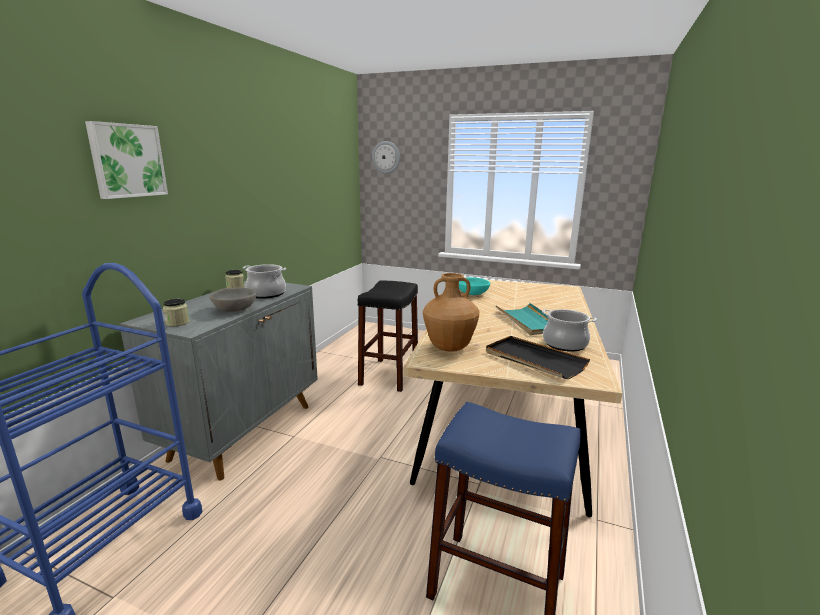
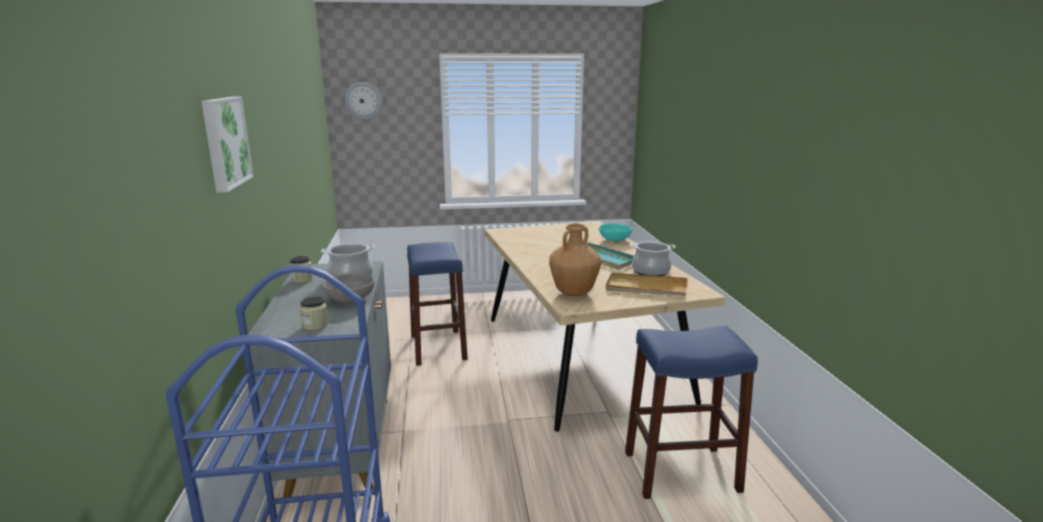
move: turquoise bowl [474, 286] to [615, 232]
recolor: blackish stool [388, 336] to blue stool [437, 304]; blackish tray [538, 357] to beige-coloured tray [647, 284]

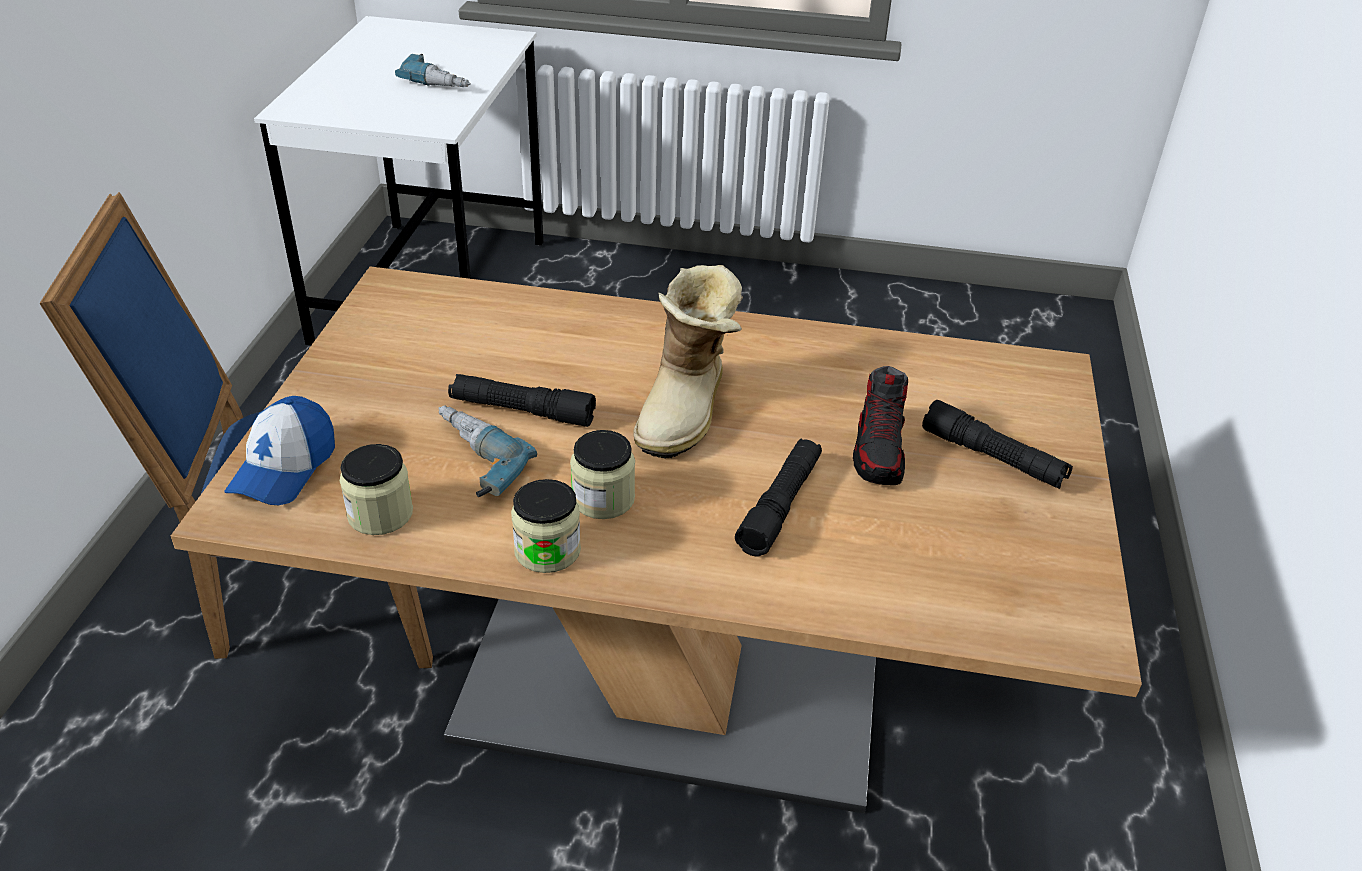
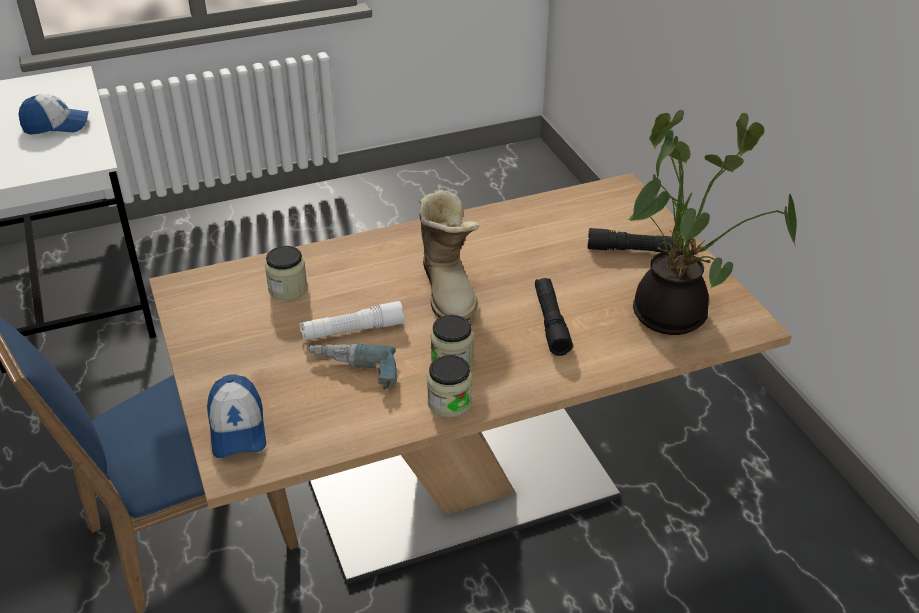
delete: low shoe [880, 425]
insert: potted plant [712, 222]
move: storage jar [376, 489] to [286, 273]
replace: drill [433, 70] to baseball cap [53, 114]
recolor: blackish hand torch [522, 400] to white hand torch [351, 320]

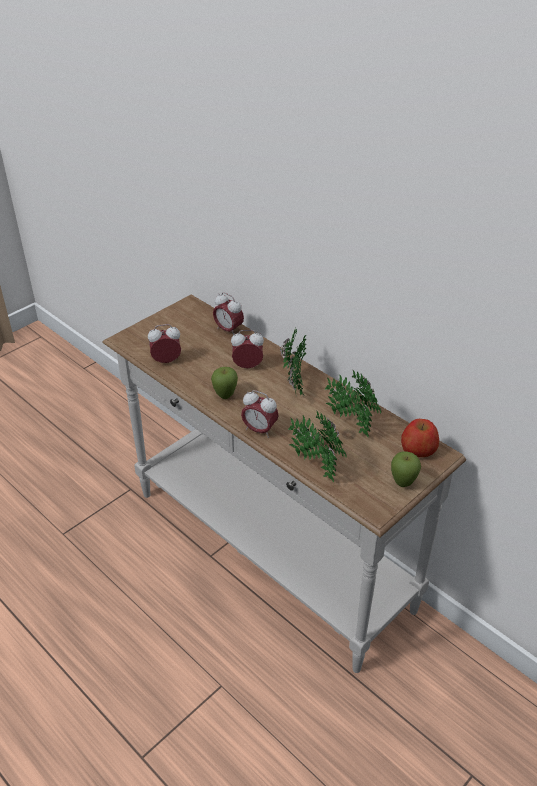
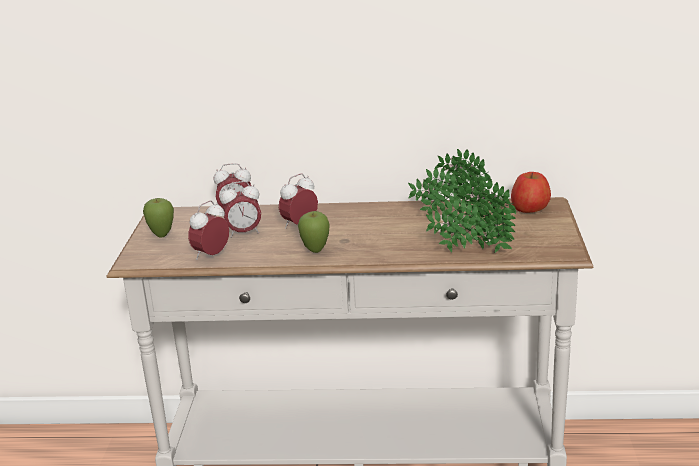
delete: potted plant [293, 361]
move: table clock [260, 414] to [240, 209]; apple [406, 469] to [158, 218]

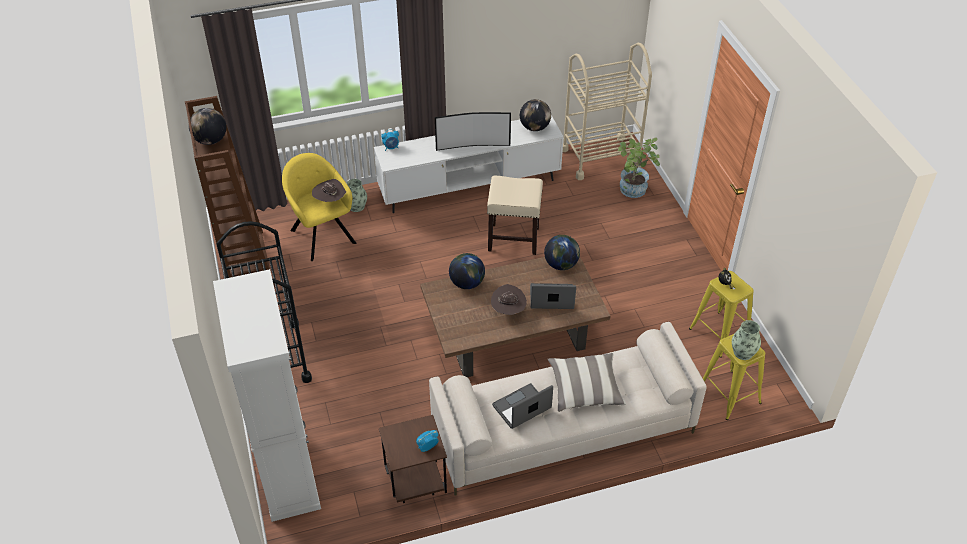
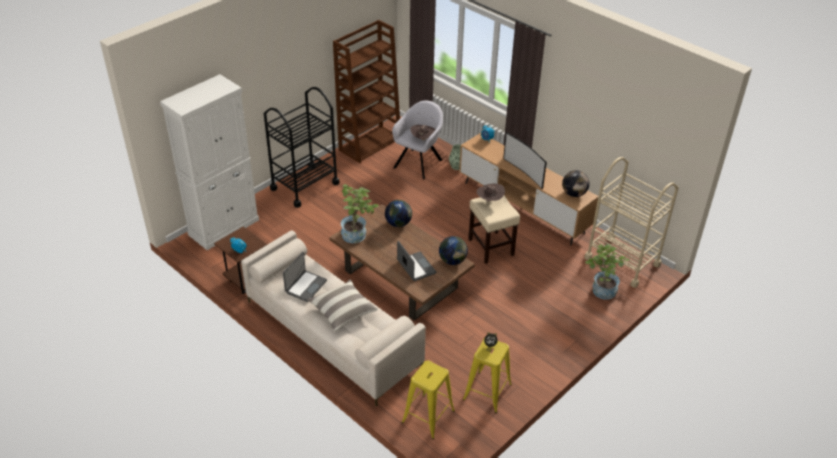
delete: desk globe [207, 126]; decorative vase [746, 340]
insert: potted plant [360, 213]
move: brown-coloured hat [509, 299] to [491, 193]
recolor: yellow-coloured lounge chair [319, 207] to gray lounge chair [417, 140]; white tv unit [469, 164] to brown-coloured tv unit [528, 189]
rotate: notebook computer [522, 406] = [305, 277] 90 degrees clockwise

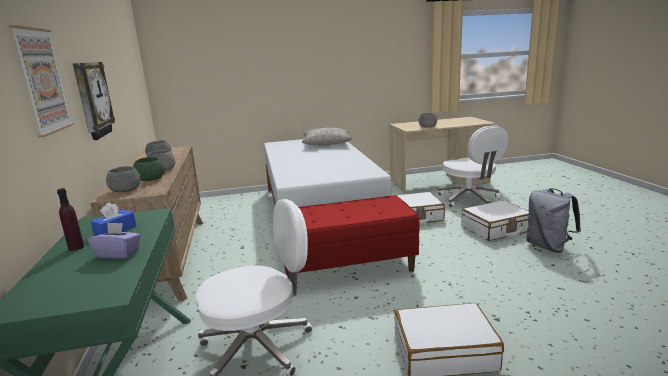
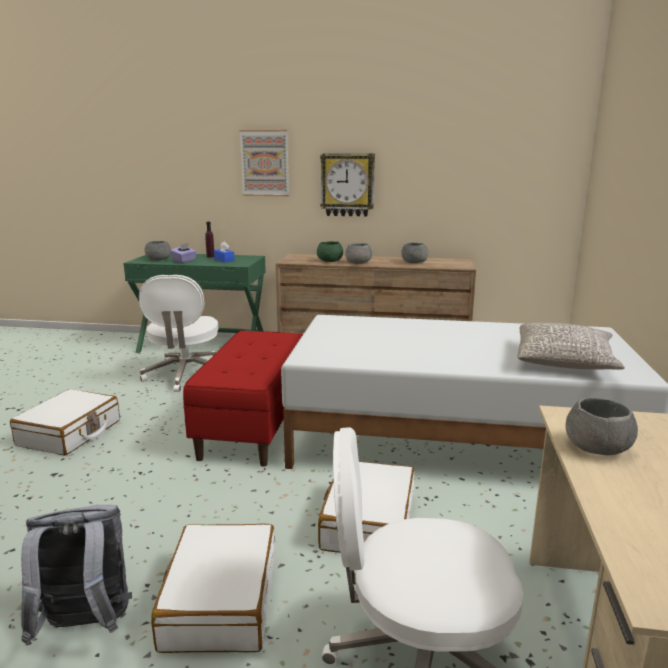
move: gray bowl [123, 179] to [158, 250]

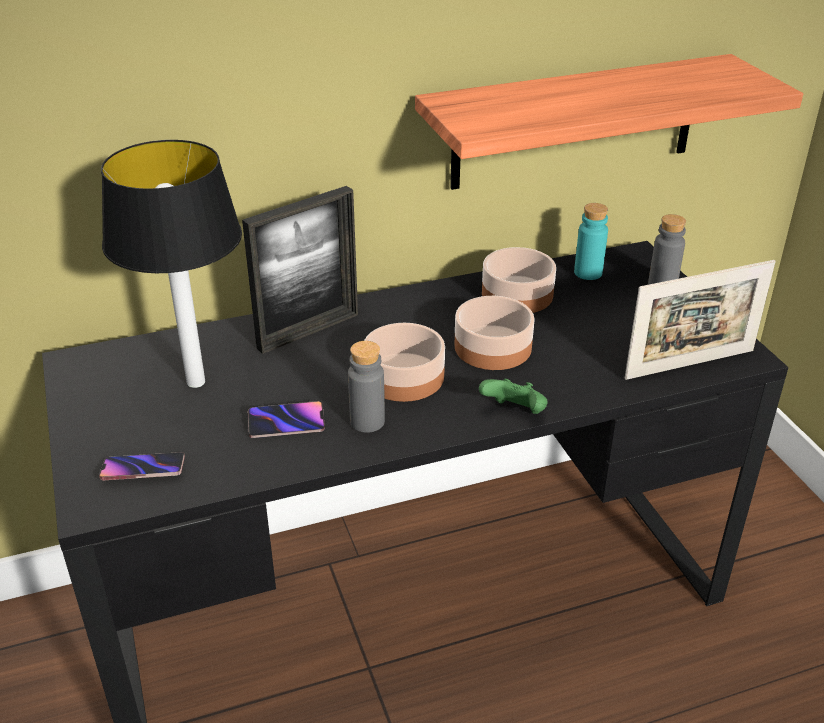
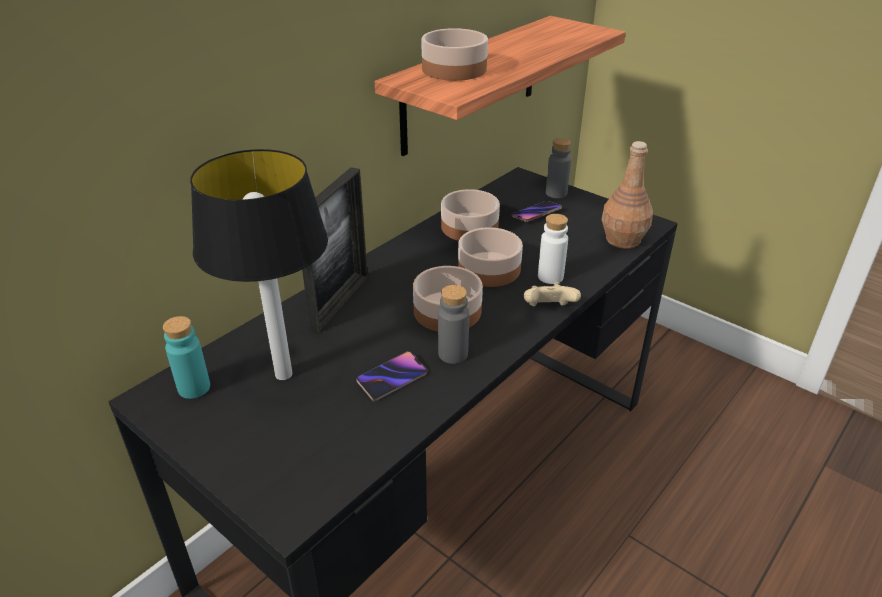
insert: bowl [454, 54]; white beverage bottle [553, 249]
move: phone [142, 466] to [537, 211]; turquoise beverage bottle [591, 241] to [186, 357]
replace: picture frame [700, 320] to brown-coloured beverage bottle [627, 195]
recolor: green-coloured game controller [513, 396] to beige-coloured game controller [552, 294]

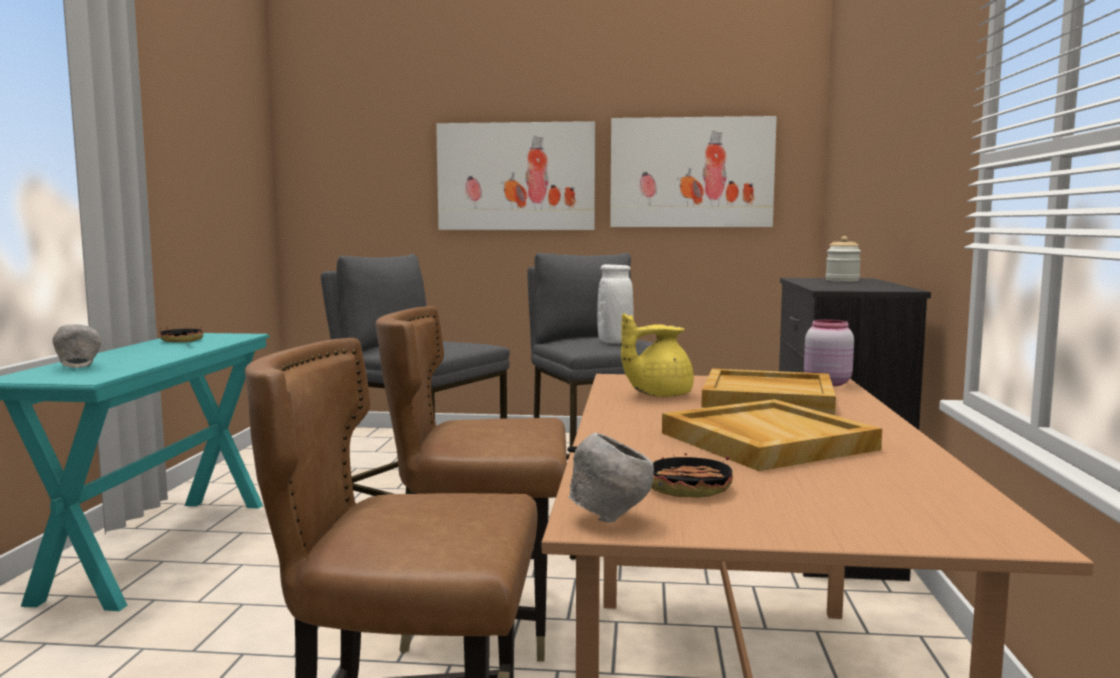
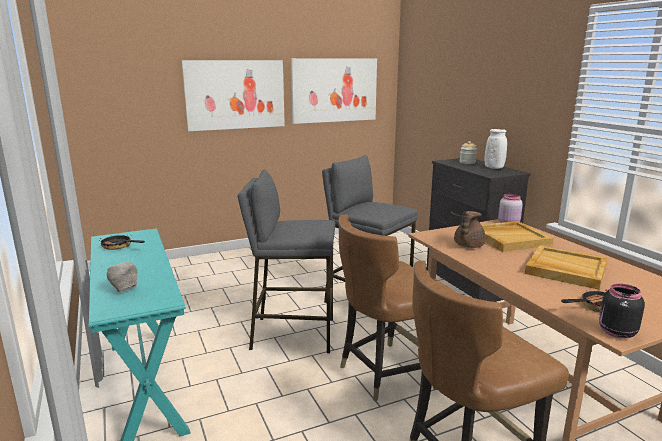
move: white decorative vase [615, 304] to [496, 149]
replace: gray bowl [611, 477] to blackish storage jar [622, 311]
recolor: yellow-coloured tea pot [657, 355] to brown-coloured tea pot [469, 229]

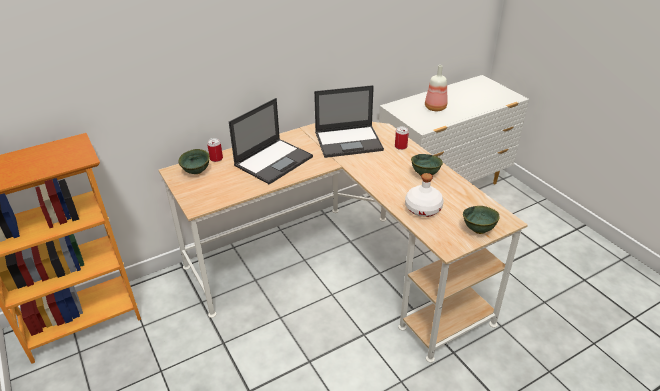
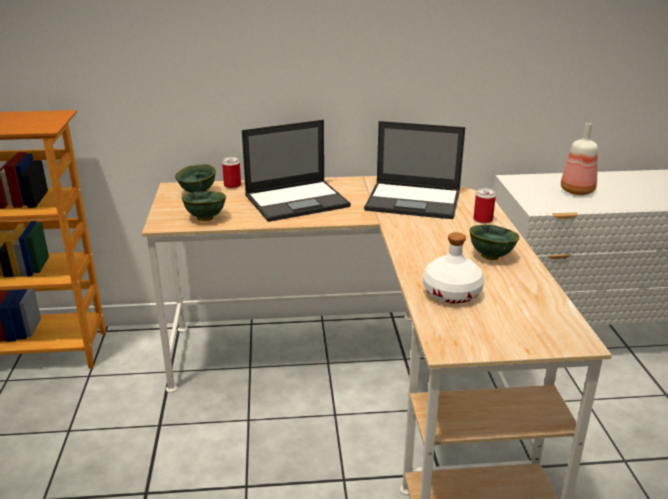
move: green-coloured bowl [481, 220] to [204, 206]

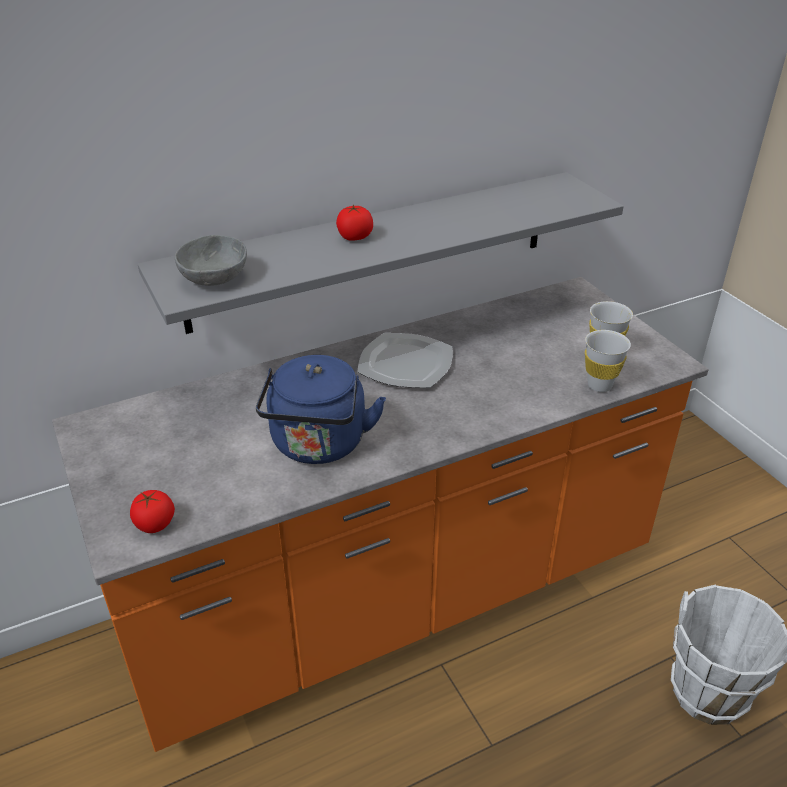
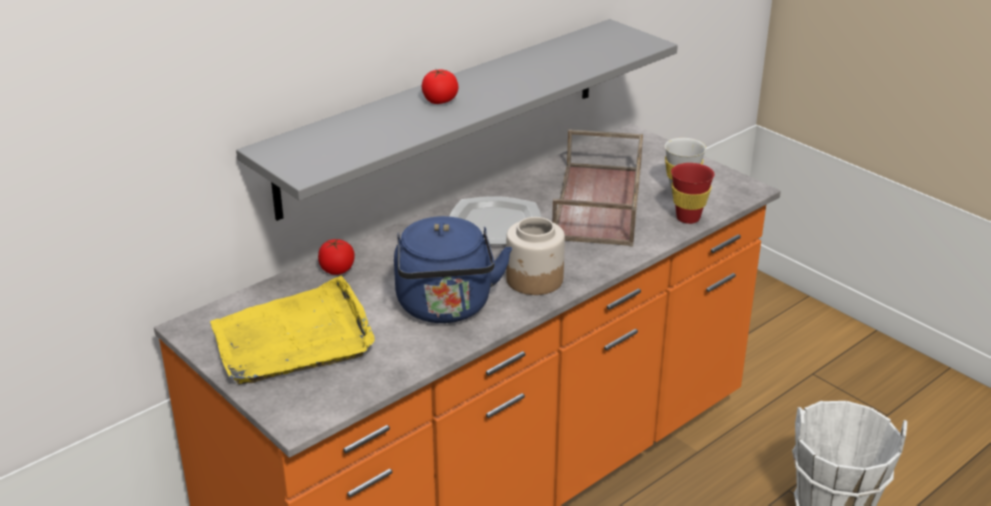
delete: gray bowl [211, 260]
insert: yellow-coloured tray [292, 330]; storage jar [535, 256]; brown-coloured tray [597, 188]
move: fresh tomato [152, 511] to [336, 257]
recolor: white cup [608, 361] to red cup [693, 193]

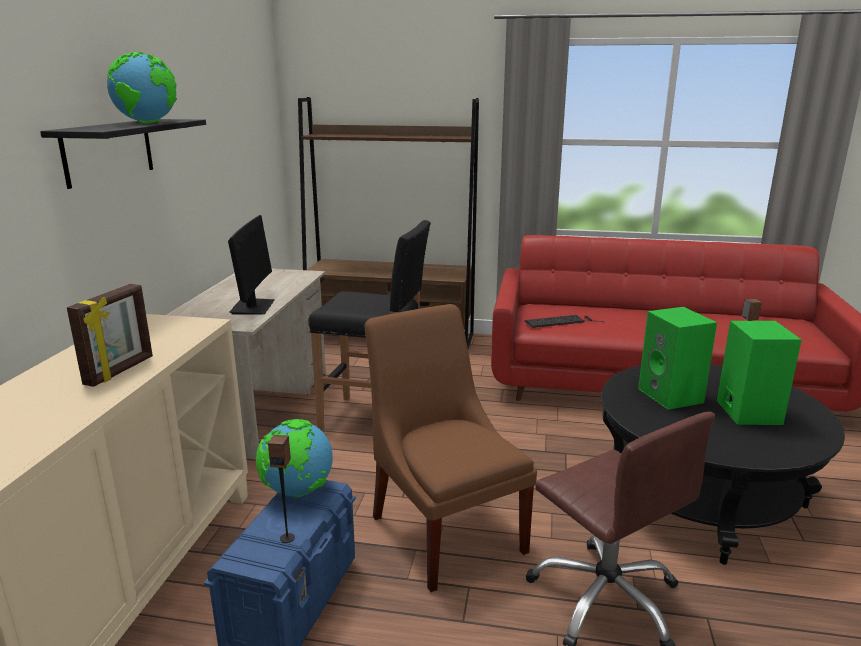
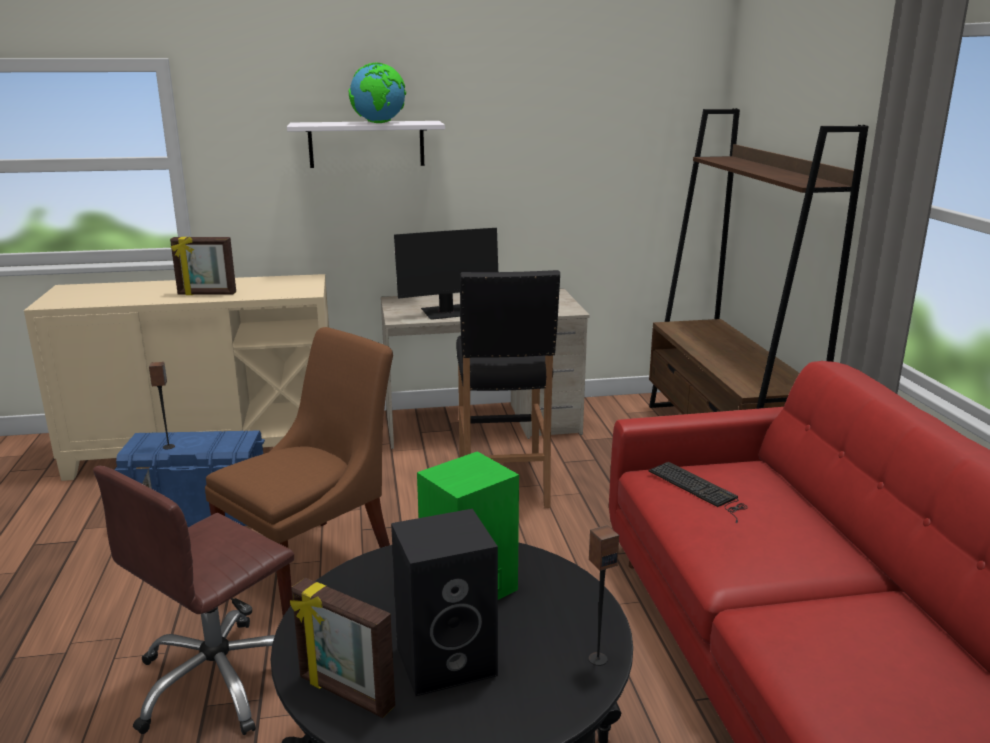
delete: desk globe [294, 458]
insert: picture frame [342, 648]
recolor: blackish wall shelf [123, 154] to white wall shelf [366, 144]; green-coloured speaker [759, 373] to blackish speaker [444, 602]

